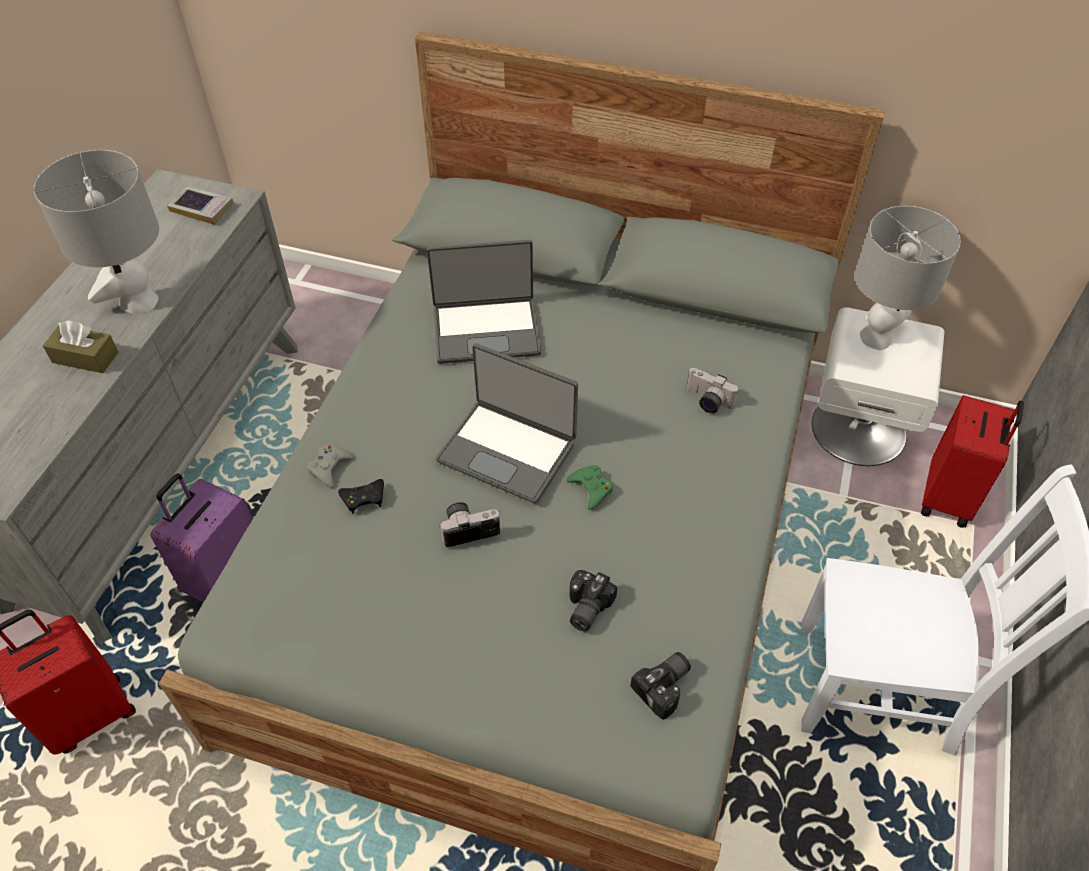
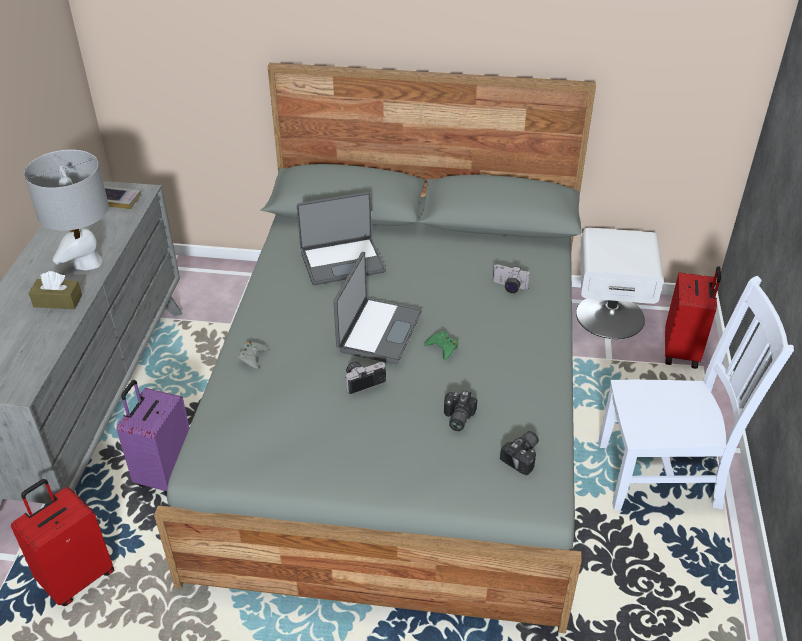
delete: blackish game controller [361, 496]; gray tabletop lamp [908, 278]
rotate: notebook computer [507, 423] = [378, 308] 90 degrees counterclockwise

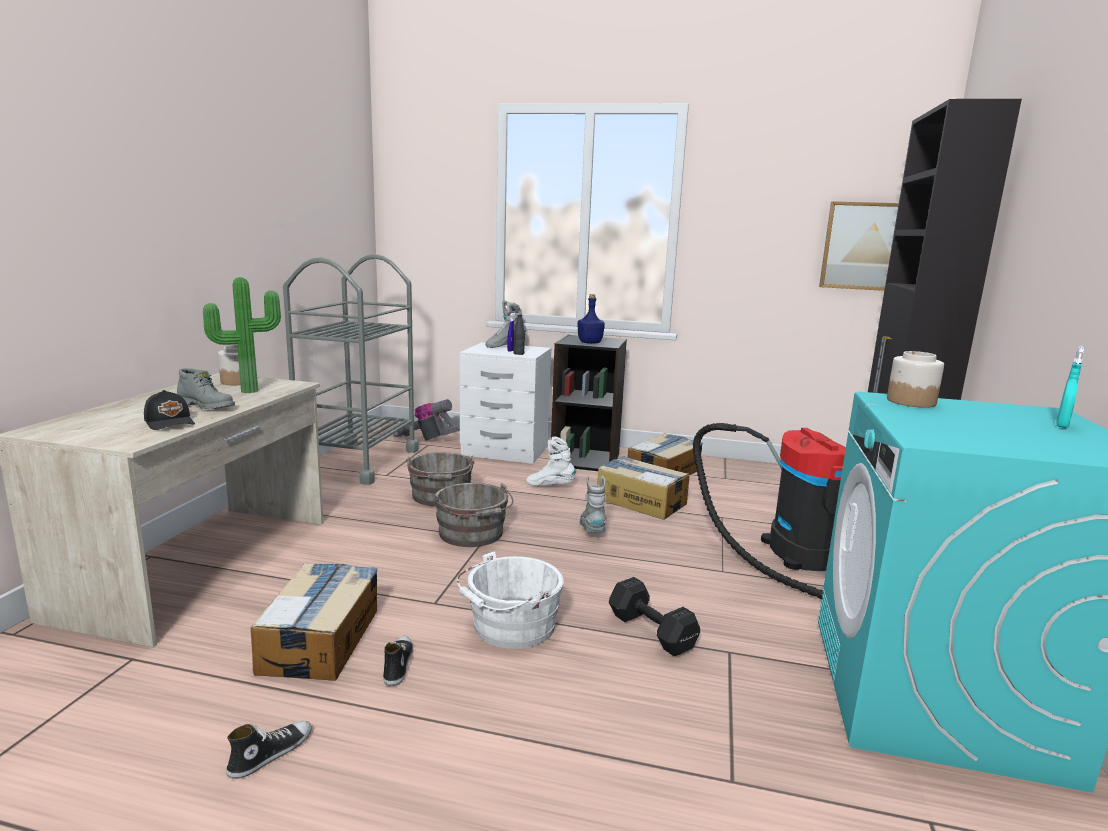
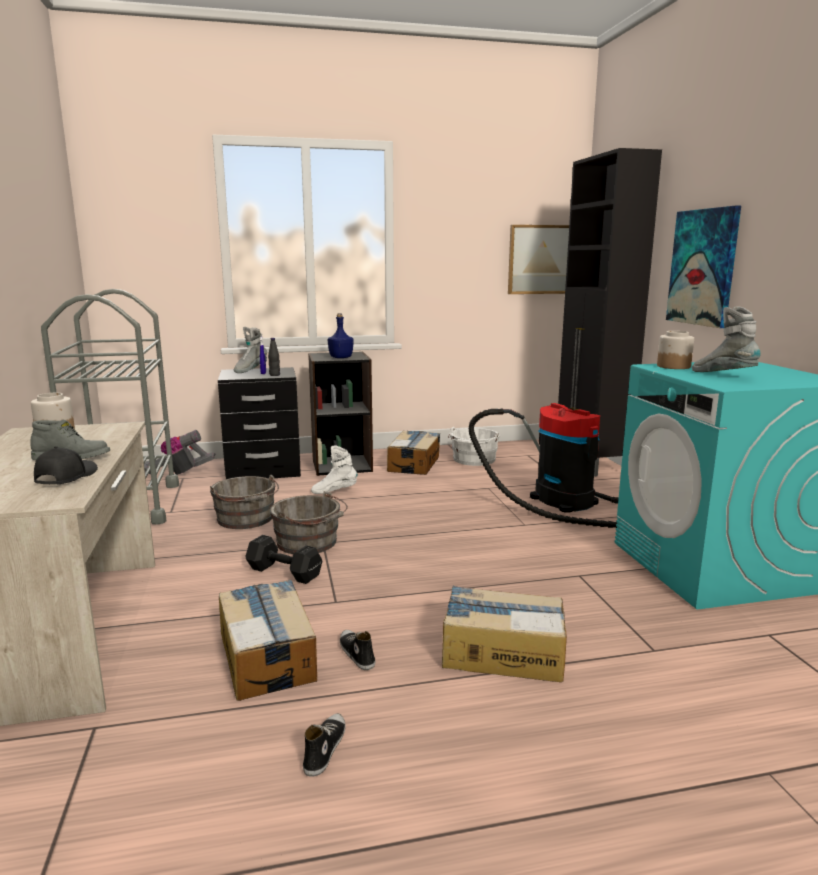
delete: potted plant [242, 335]; turquoise spray bottle [1070, 387]
insert: wall art [703, 267]
move: white water bucket [510, 600] to [474, 446]; gray high-top boot [593, 504] to [726, 339]; packing box [643, 488] to [504, 634]; blackish hand weight [654, 616] to [284, 559]
recolor: white night table [506, 403] to blackish night table [259, 423]
rotate: blackish baseball cap [169, 410] = [66, 465] 105 degrees counterclockwise

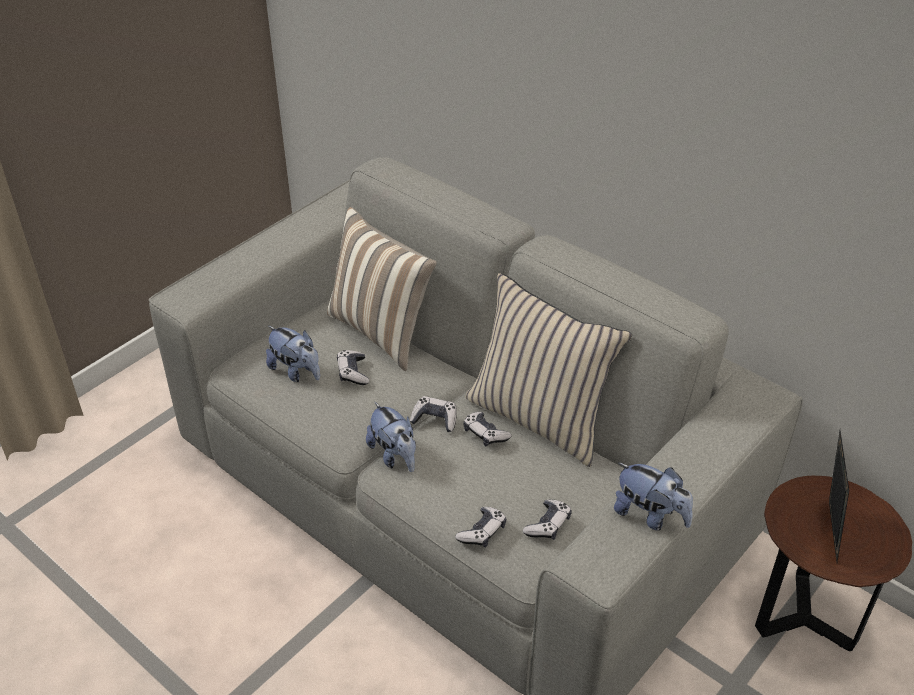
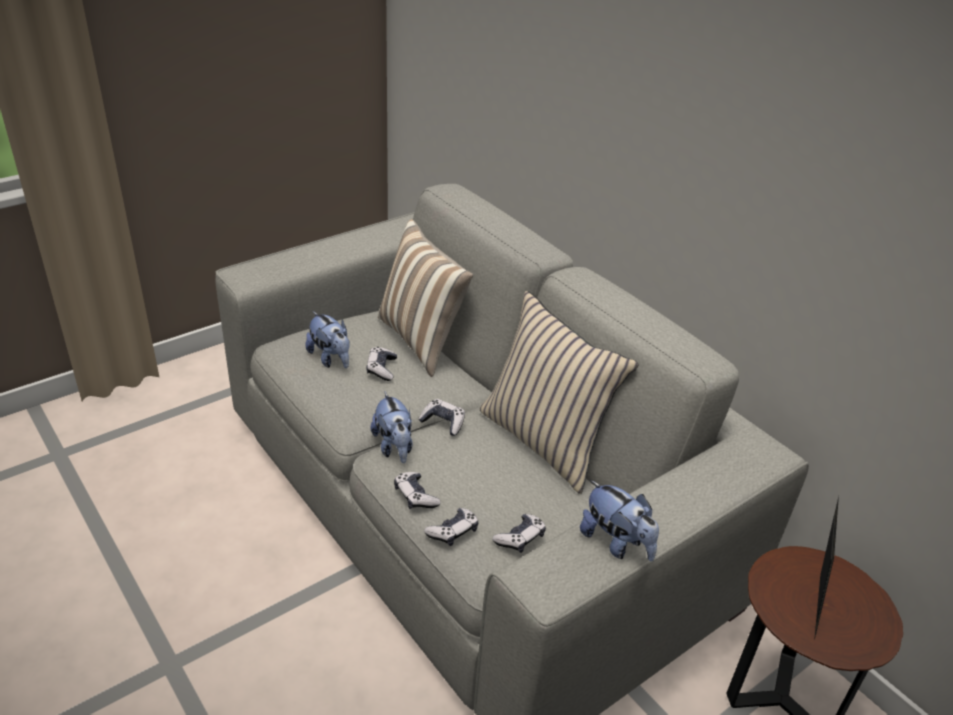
move: game controller [487, 429] to [417, 490]

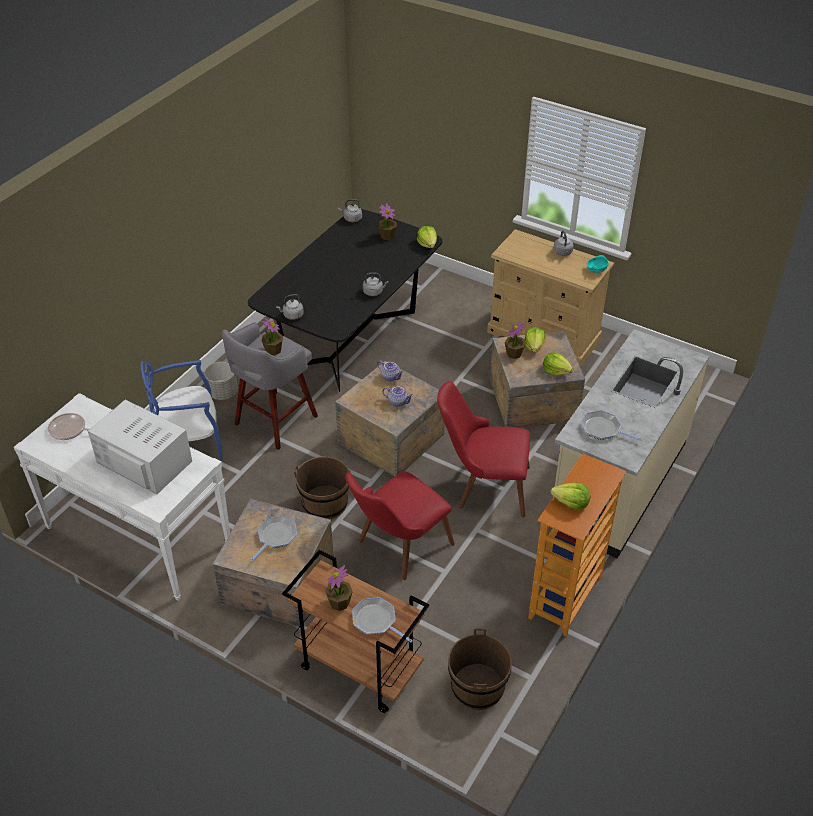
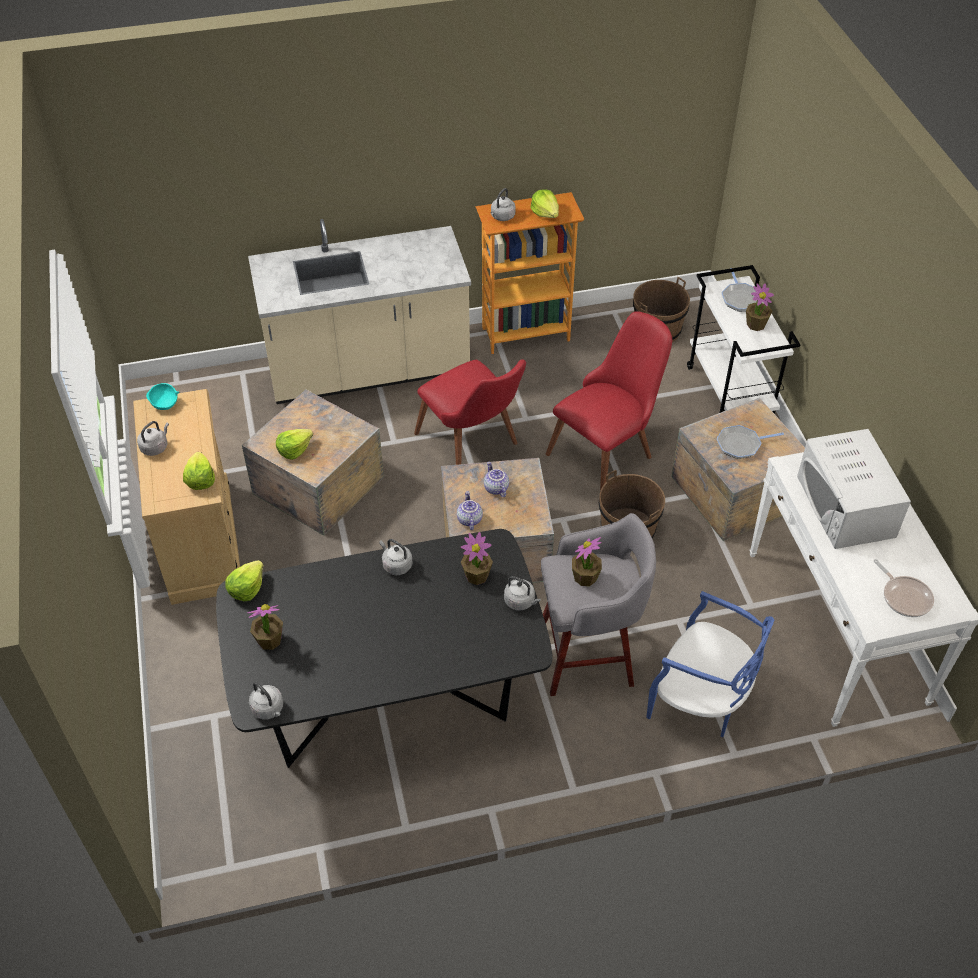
delete: gray flower pot [221, 381]; pan [611, 425]
insert: gray water kettle [503, 204]
move: potted plant [515, 340] to [477, 558]; head of lettuce [558, 363] to [199, 471]
recolor: brown-coloured wheeled cart [355, 631] to white wheeled cart [743, 339]
rotate: red plain chair [400, 525] = [609, 401] 45 degrees counterclockwise

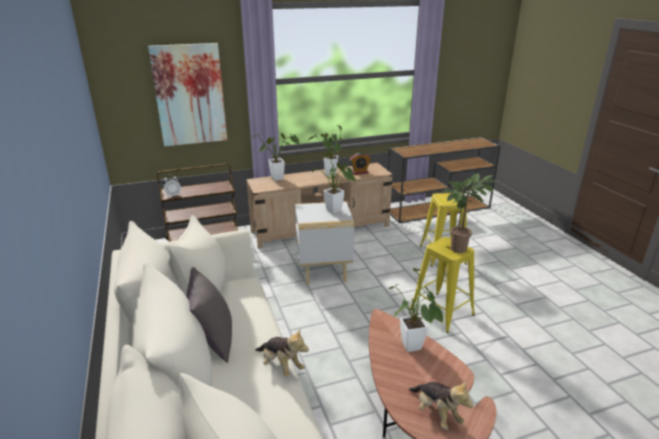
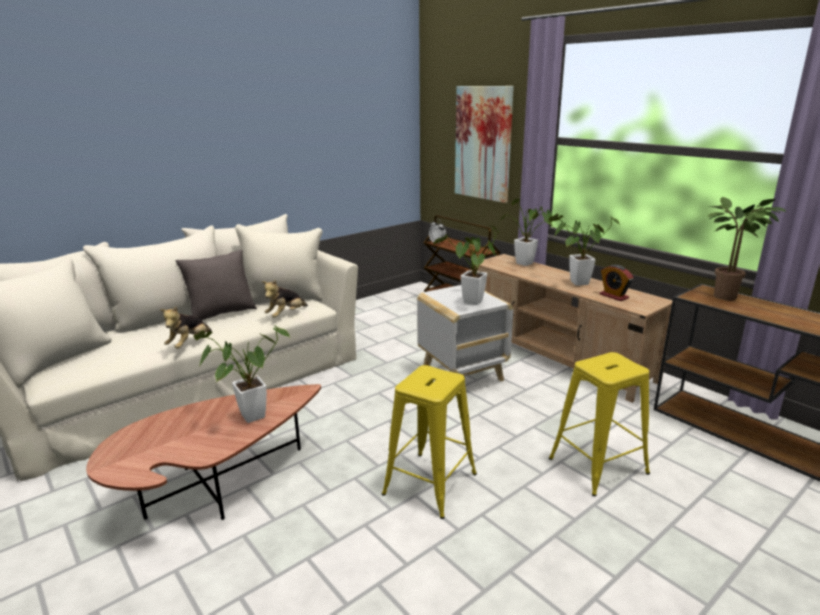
move: plush toy [441, 405] to [285, 299]; potted plant [469, 213] to [746, 248]

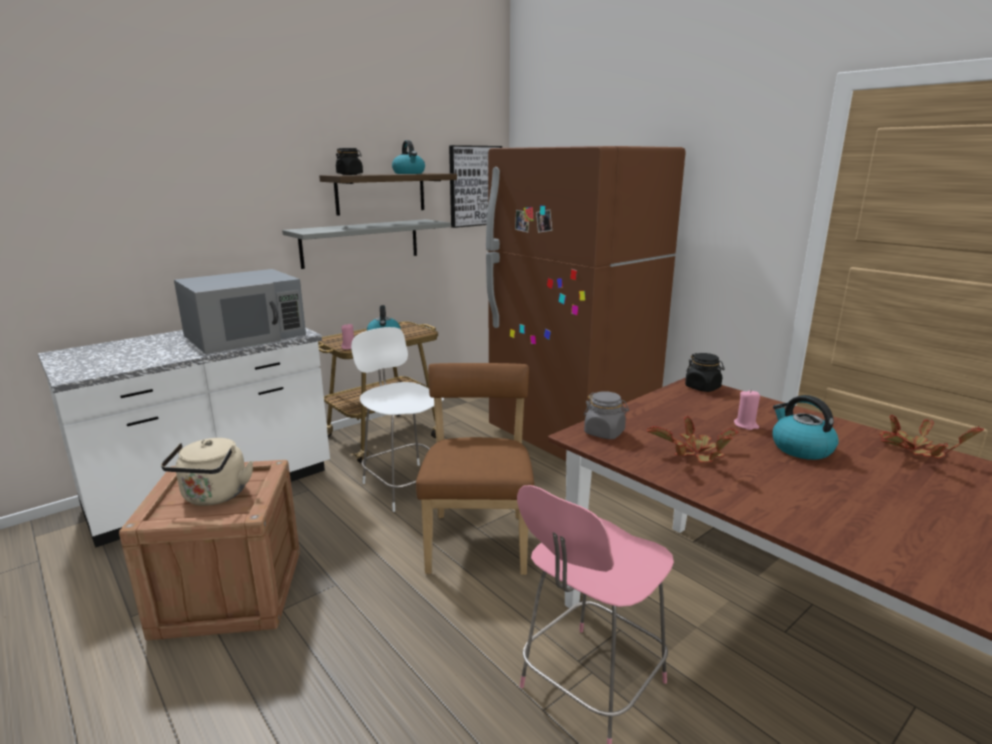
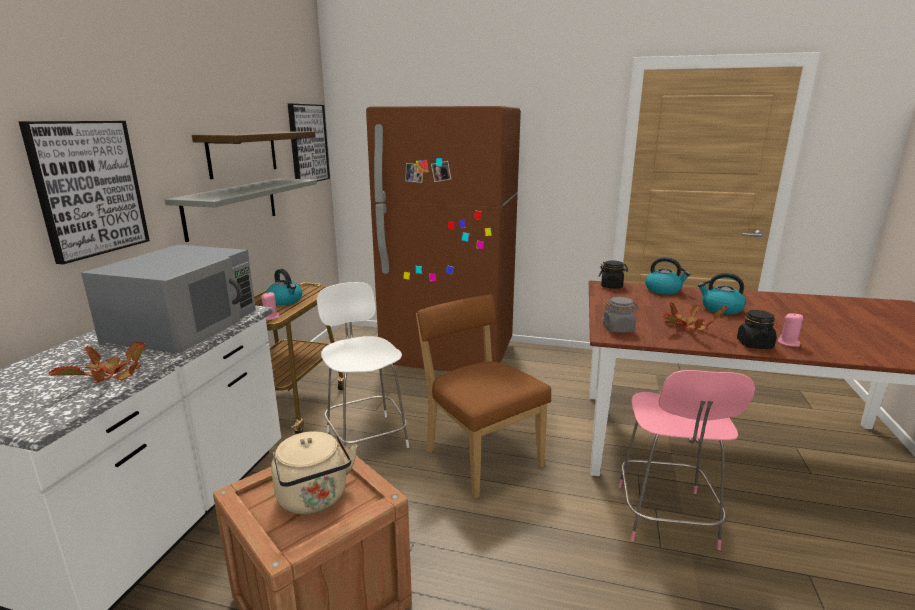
insert: wall art [84, 192]
move: blackish storage jar [349, 161] to [757, 329]; water kettle [408, 157] to [667, 276]; pink-coloured candle [747, 409] to [790, 330]; potted plant [931, 436] to [97, 362]
rotate: white plain chair [397, 419] = [363, 365] 45 degrees clockwise

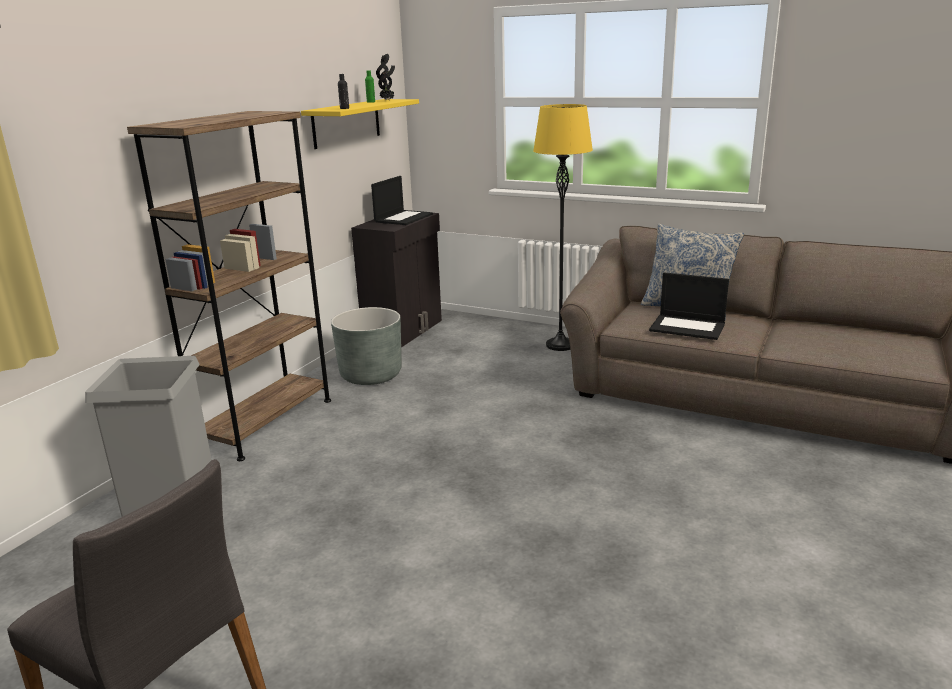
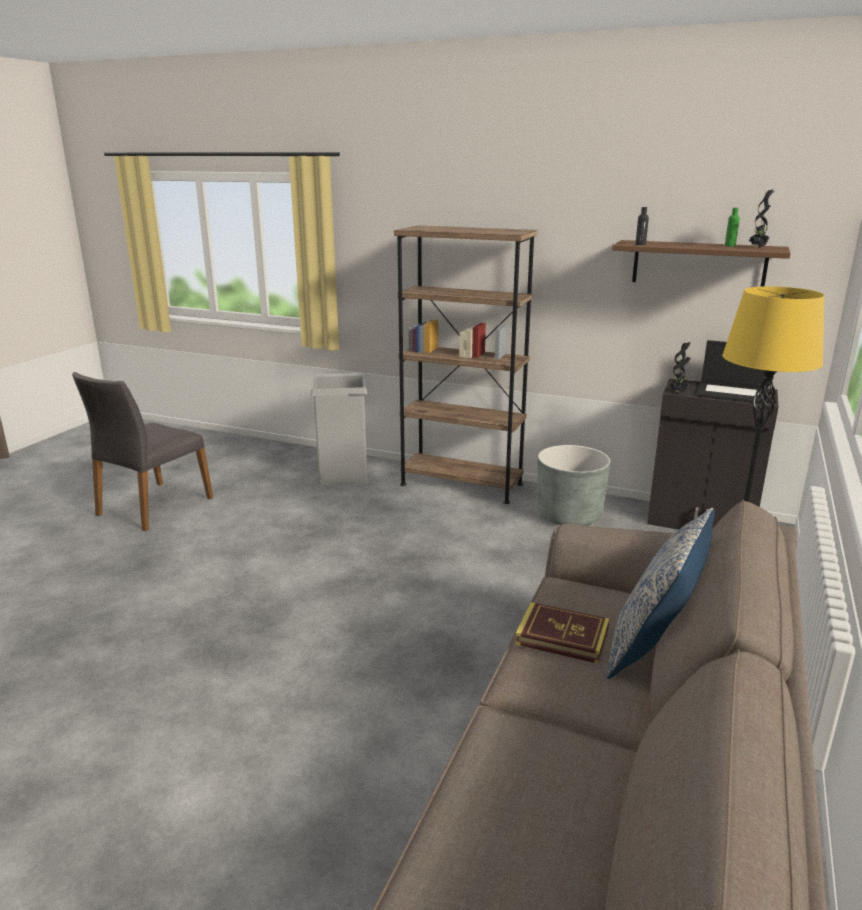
insert: potted plant [680, 367]
replace: notebook computer [689, 306] to bound book [562, 633]
recolor: yellow-coloured wall shelf [360, 124] to brown-coloured wall shelf [701, 263]

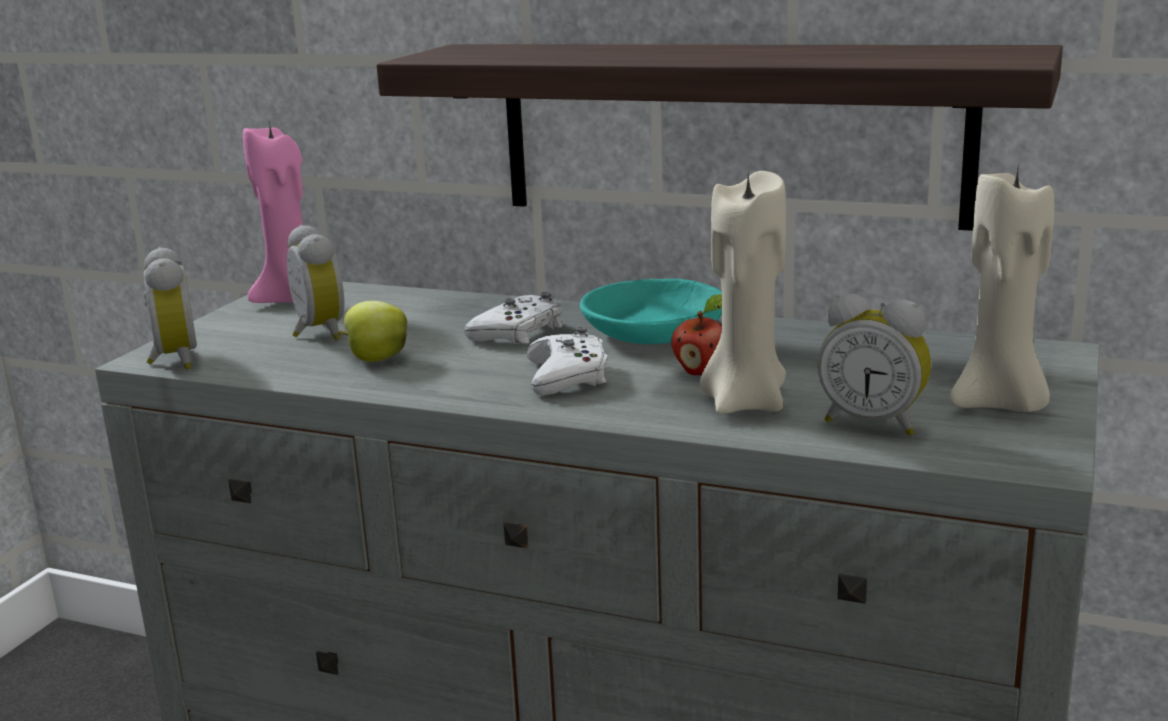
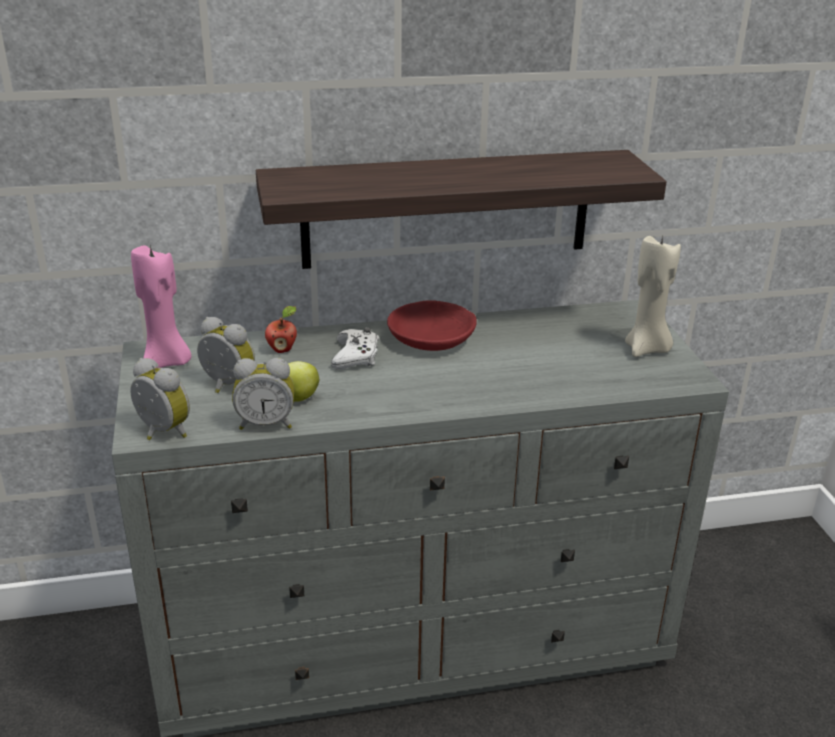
delete: white game controller [567, 361]; beige-coloured candle [743, 292]
move: apple [696, 334] to [281, 329]; table clock [874, 365] to [263, 394]
recolor: turquoise bowl [651, 311] to red bowl [432, 325]

